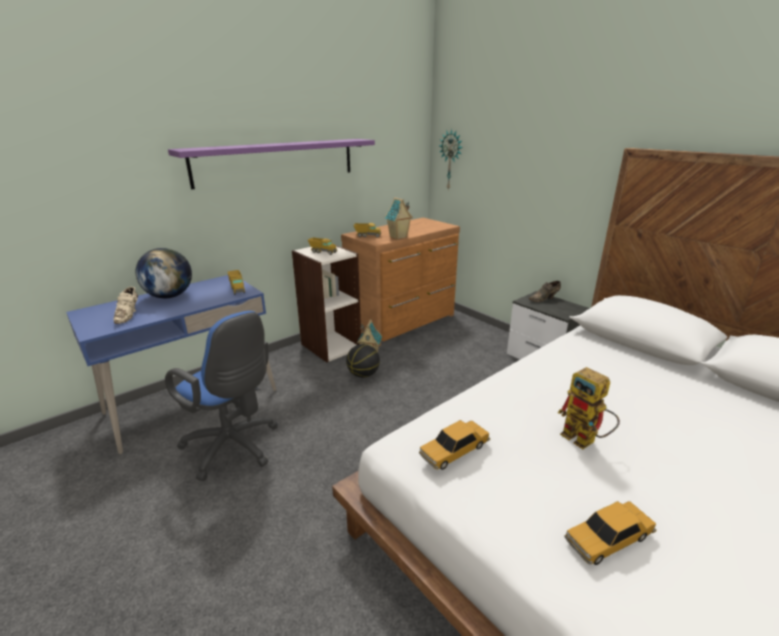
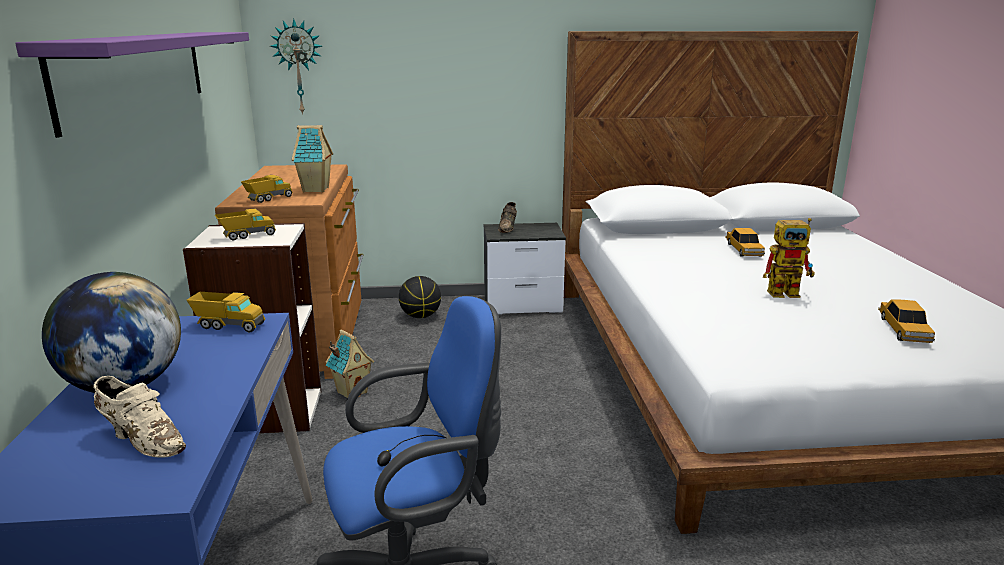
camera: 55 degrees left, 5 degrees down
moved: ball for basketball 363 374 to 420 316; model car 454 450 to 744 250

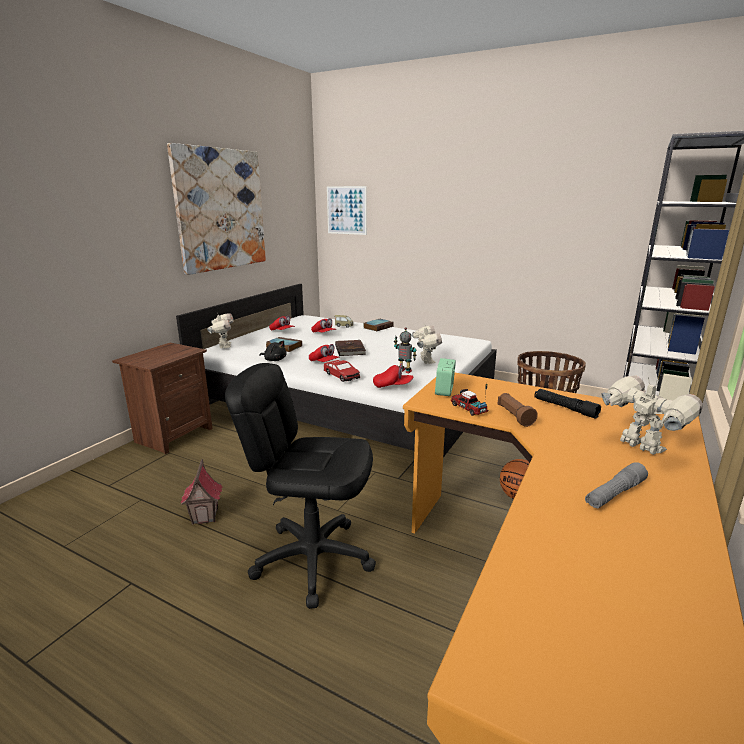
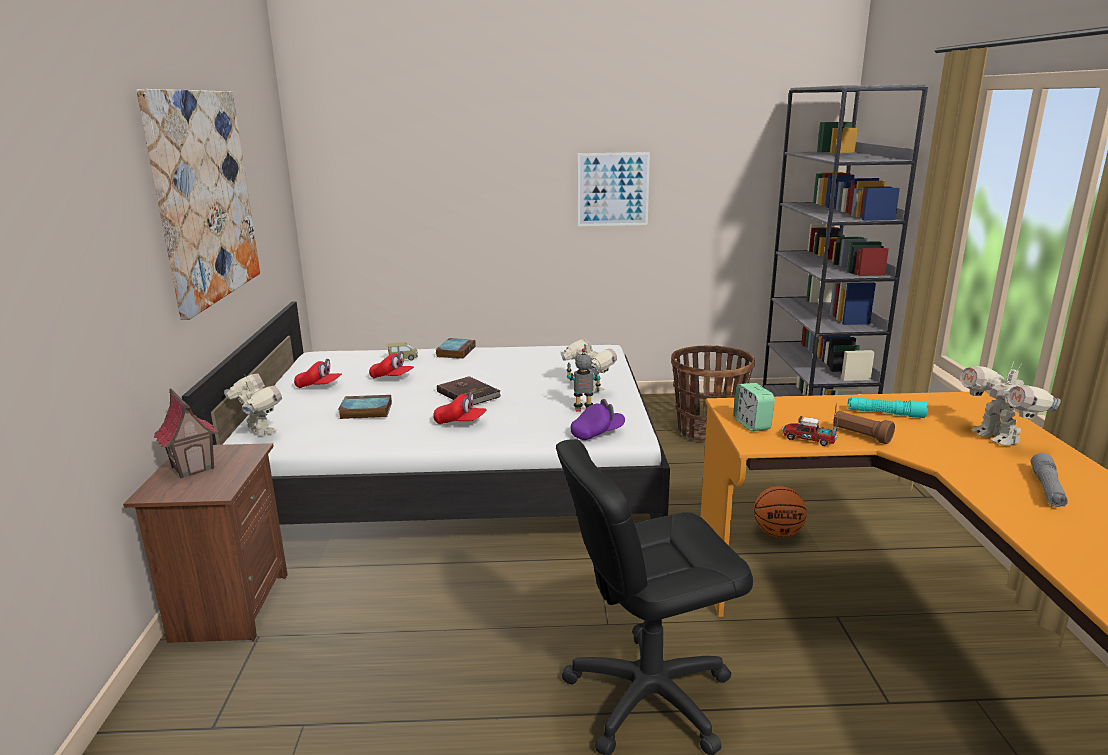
camera: 30 degrees left, 0 degrees up
removed: cuddly toy/blackish 274 360; model car 342 376
moved: model house 205 516 to 193 467; picture 346 210 to 613 189
recoloured: peaked cap/red-coloured 392 386 to peaked cap/purple-coloured 597 433; torch/blackish 565 408 to torch/turquoise-coloured 885 414
turned: model robot 640 447 = 997 438 135 degrees counterclockwise

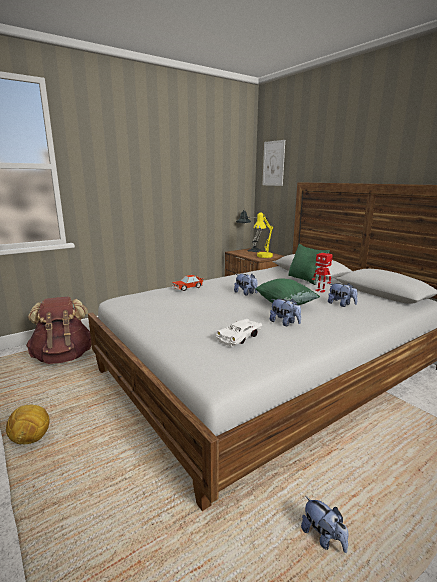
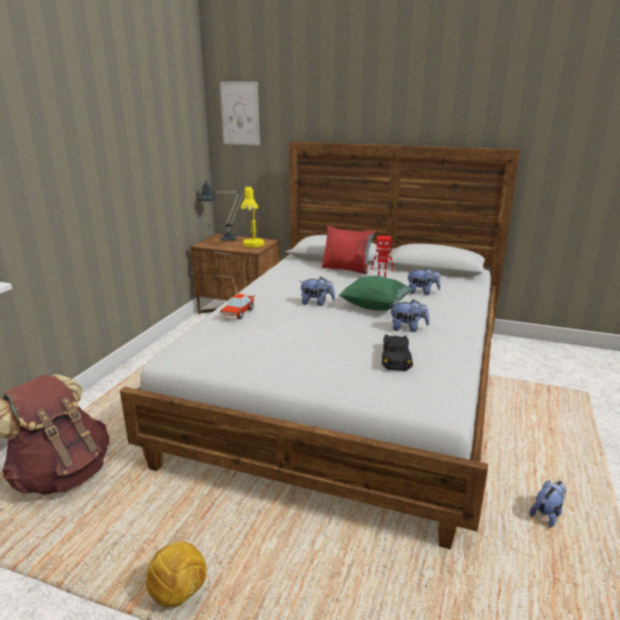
camera: 35 degrees left, 5 degrees up
recoloured: model car/white-coloured 240 337 to model car/blackish 396 358; throw pillow/greenish 305 279 to throw pillow/red-coloured 347 269
turned: cuddly toy 323 537 = 547 514 60 degrees counterclockwise

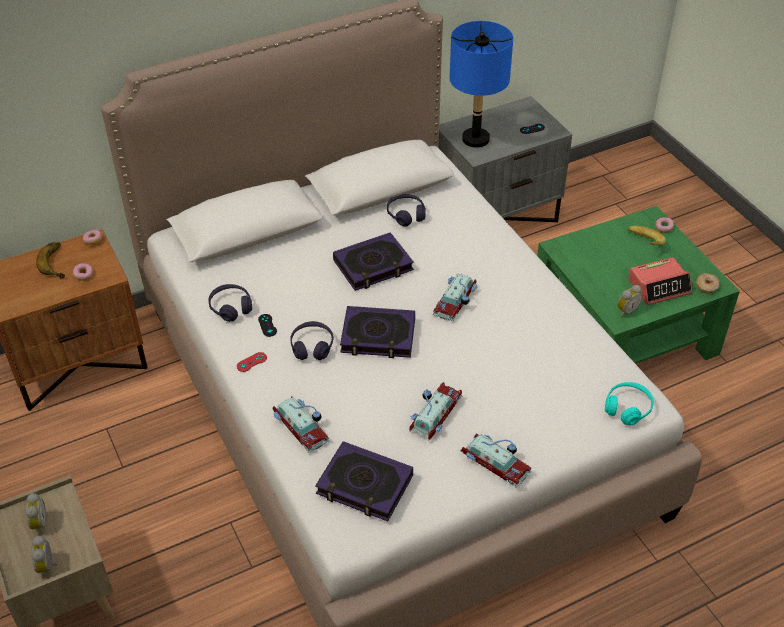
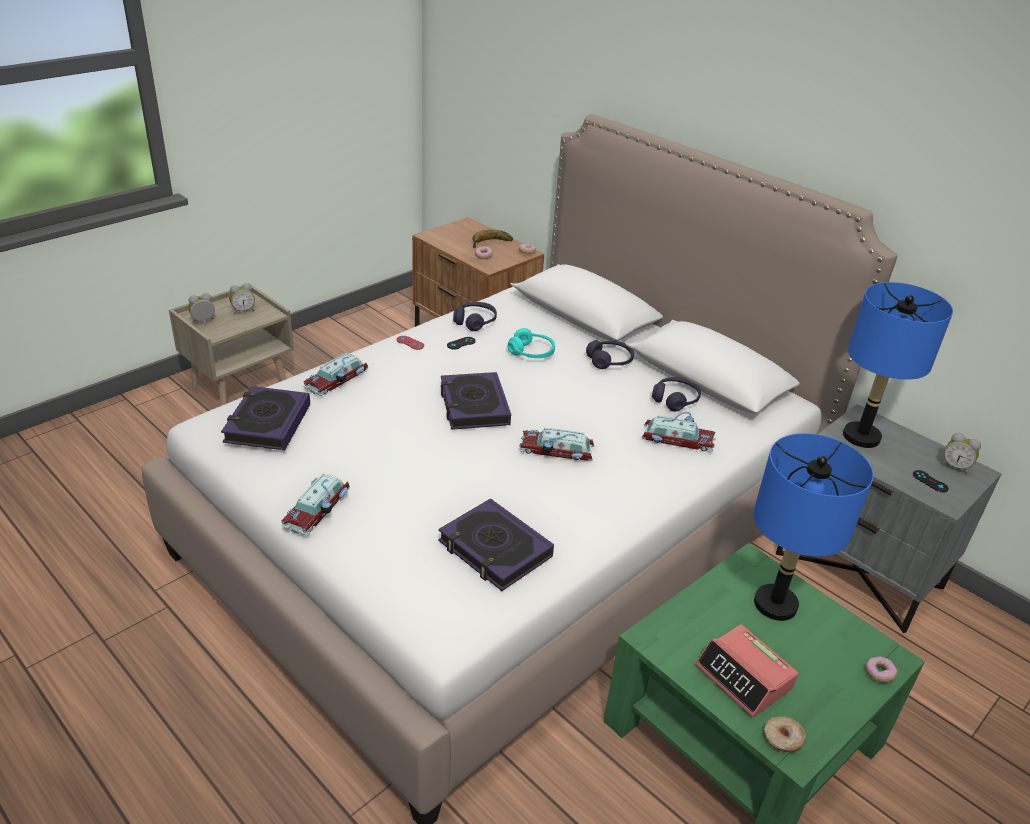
camera: 70 degrees right, 10 degrees down
removed: banana 643 245
added: lamp for a table/blue-coloured 775 604
moved: headset/purple-coloured 312 346 to 609 361; book 373 266 to 494 550; model car 434 414 to 677 438; headset/turquoise-coloured 627 408 to 531 352; alarm clock 626 311 to 955 467

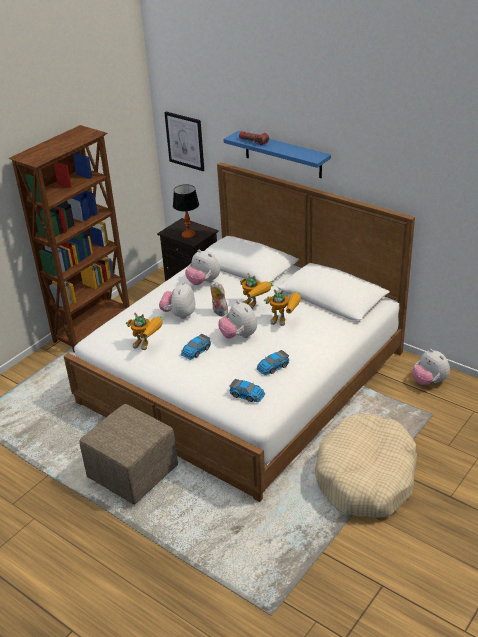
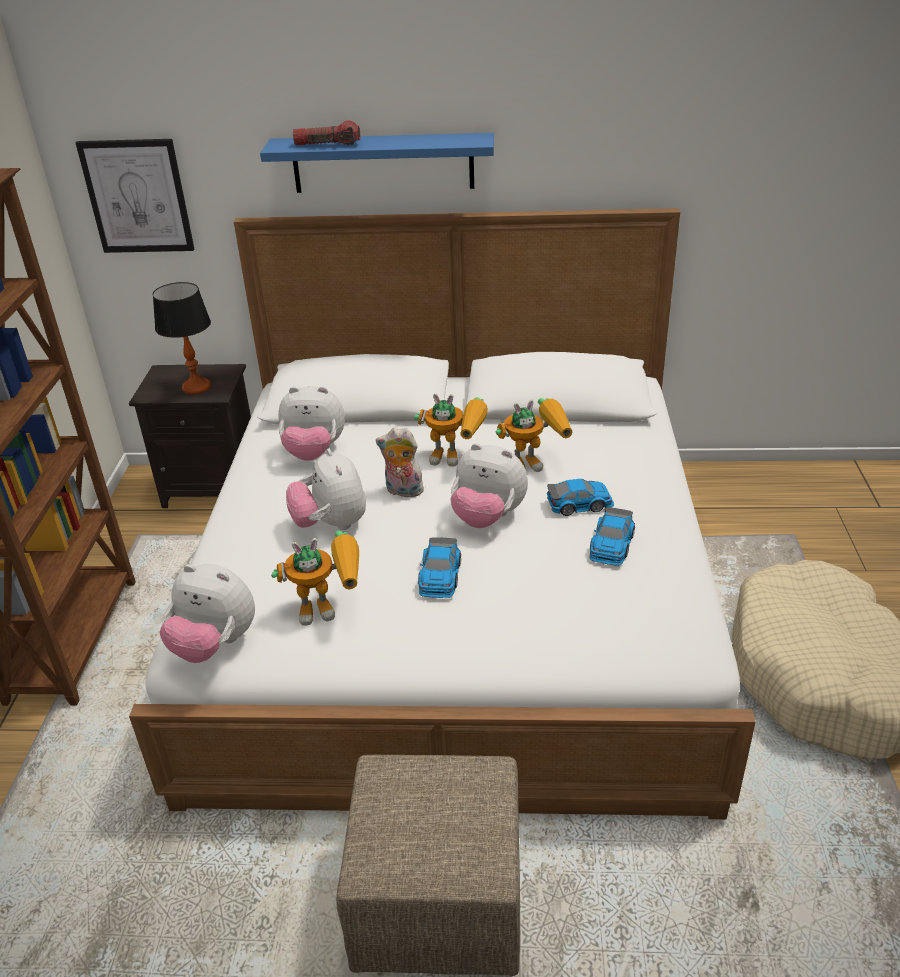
camera: 35 degrees left, 0 degrees up
moved: model car 247 394 to 580 504; cuddly toy 429 381 to 214 645

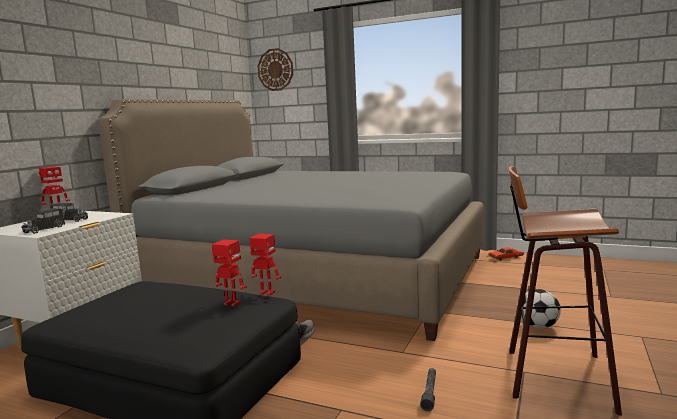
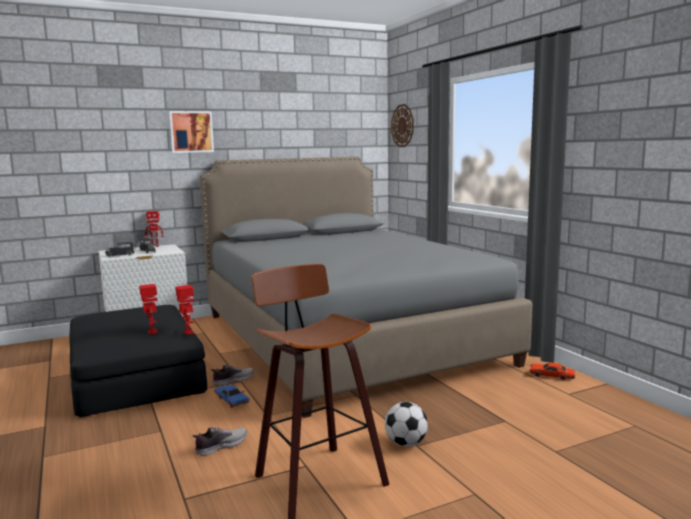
camera: 40 degrees right, 0 degrees up
added: picture 191 132; model car/blue-coloured 231 400
replaced: torch/gray 429 392 to low shoe 220 446

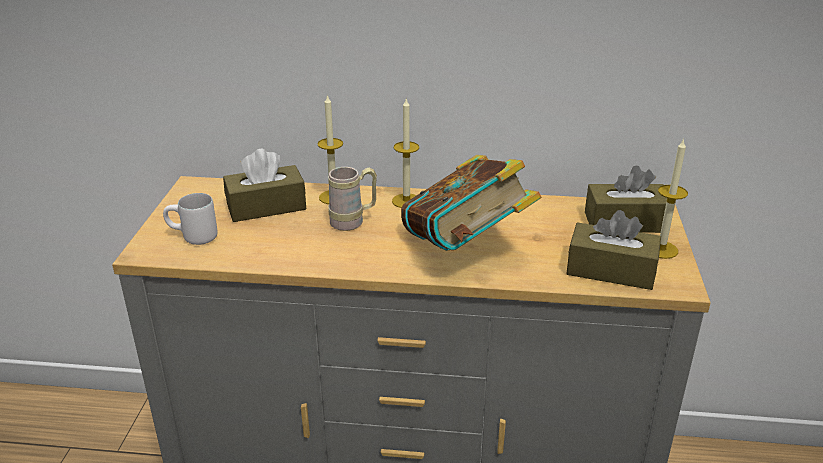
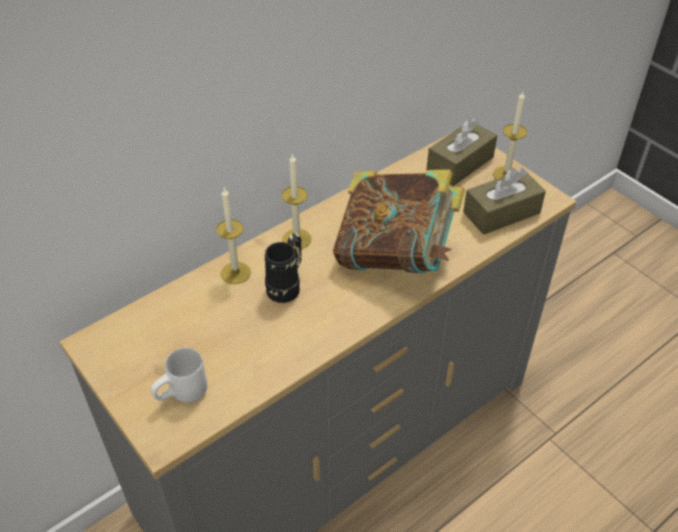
camera: 45 degrees left, 15 degrees up
removed: box of tissues/brownish 266 207
recoloured: mug/sand-coloured 353 222 to mug/blackish 287 286

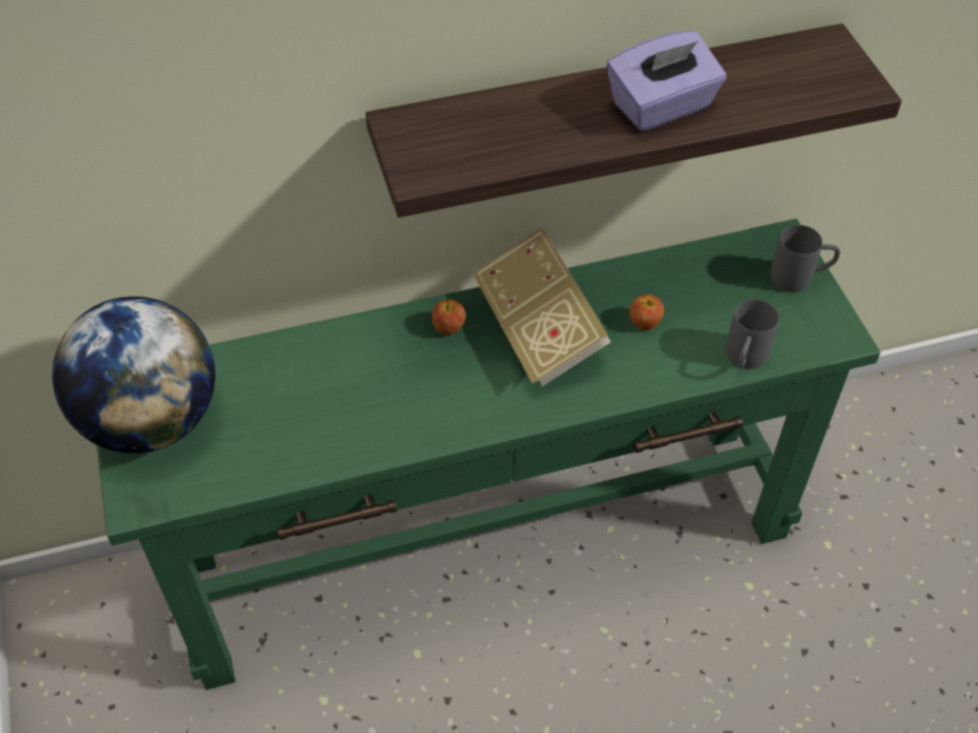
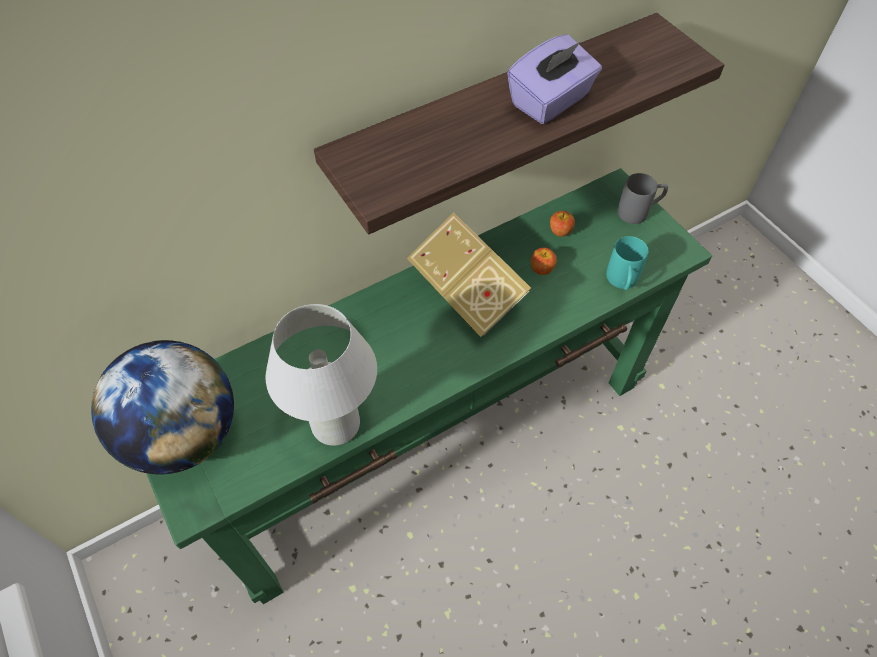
camera: 15 degrees left, 5 degrees up
added: lamp for a table/white-coloured 336 424
moved: whole apple 449 327 to 560 231
recoloured: mug/gray 744 360 to mug/turquoise-coloured 622 282

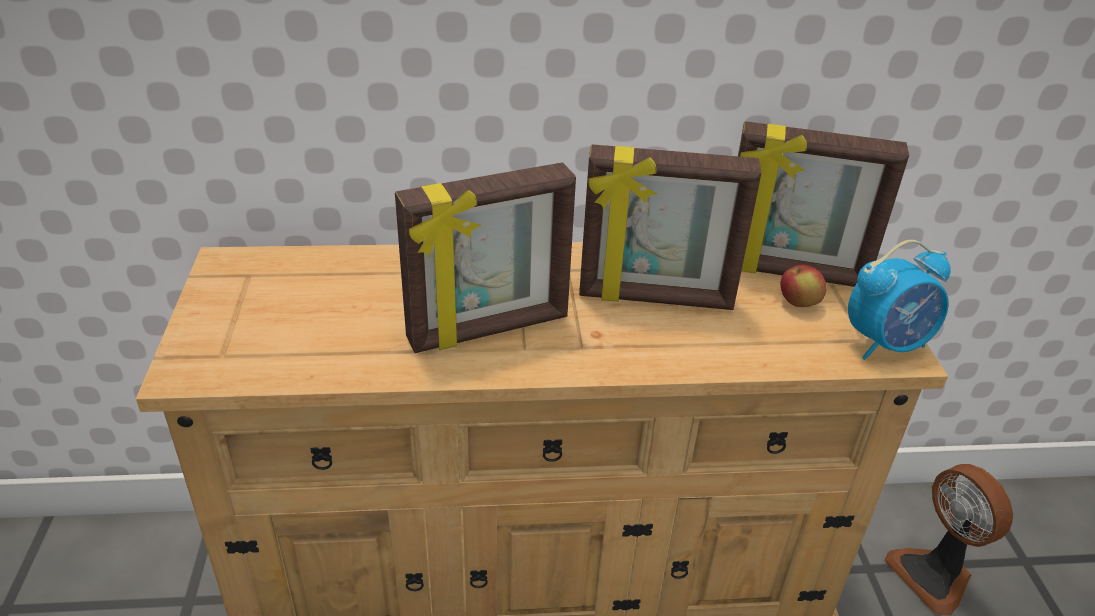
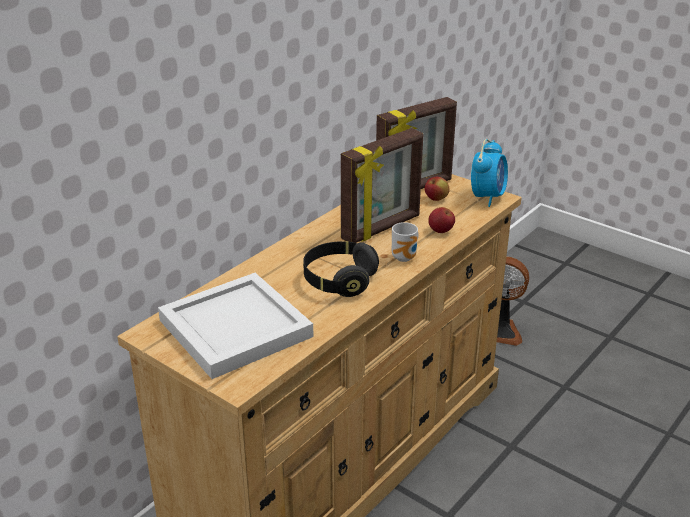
camera: 45 degrees left, 5 degrees down
added: carrying tray/white-coloured 238 329; mug 406 258; whole apple 441 231
replaced: standing frame 489 330 to headset/blackish 339 280

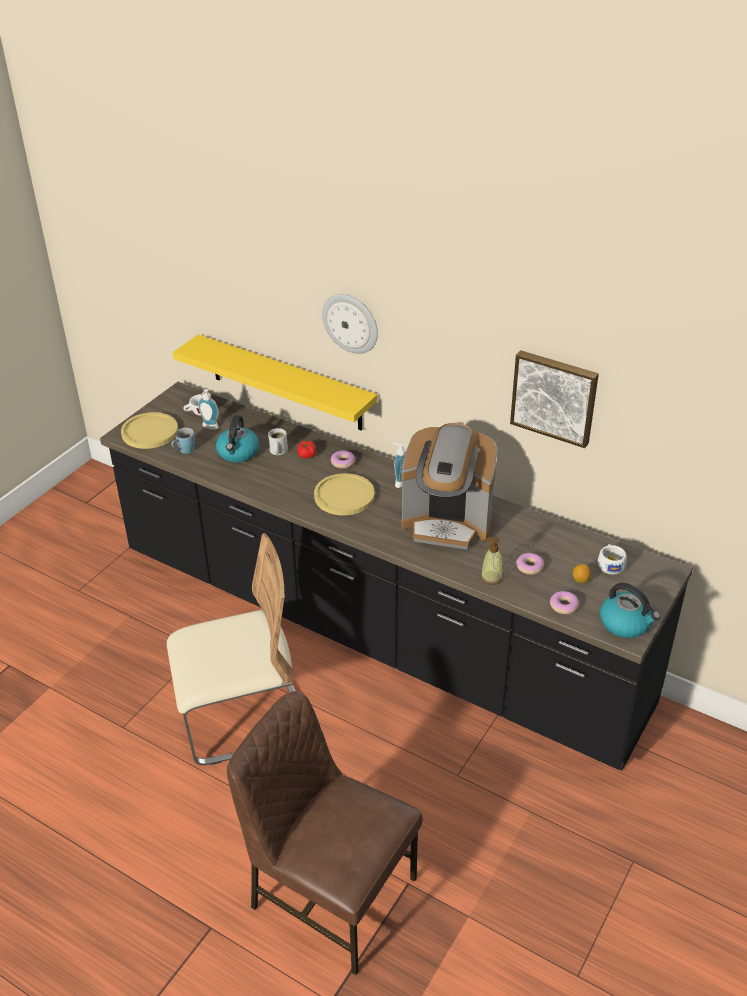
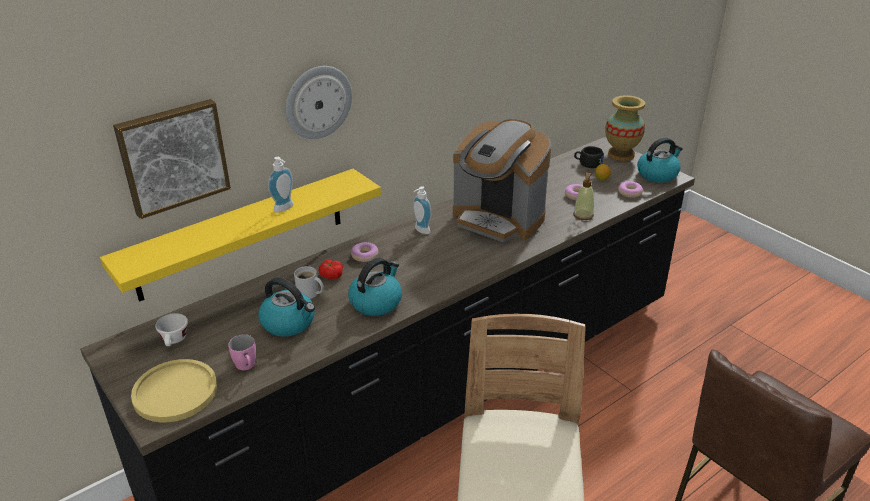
camera: 70 degrees left, 5 degrees down
removed: dinner plate/yellow 344 496
added: tea kettle 376 302; flower vase 621 154
moved: soap bottle 209 427 to 285 208; picture 554 397 to 173 156
recoloured: mug/blue-coloured 184 451 to mug/pinkish 247 367; drinking cup/white-coloured 610 564 to drinking cup/blackish 587 163
turned: coffee machine 447 523 = 498 219 90 degrees clockwise

